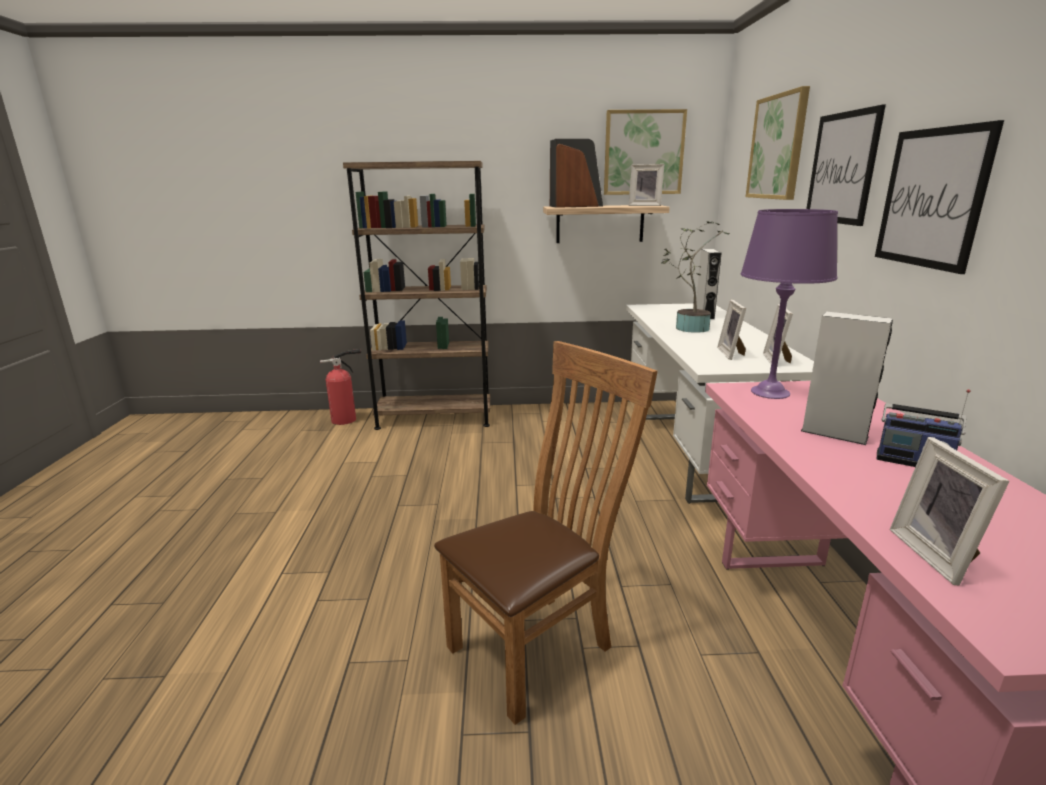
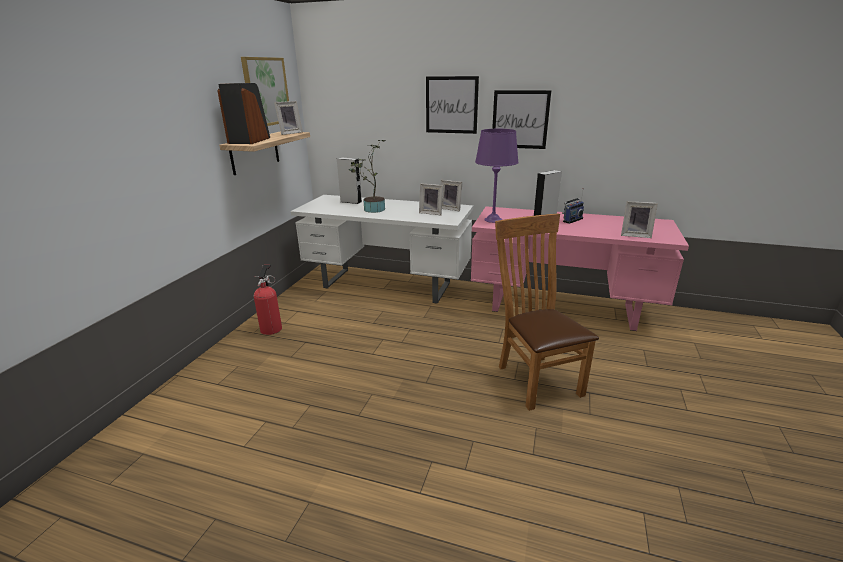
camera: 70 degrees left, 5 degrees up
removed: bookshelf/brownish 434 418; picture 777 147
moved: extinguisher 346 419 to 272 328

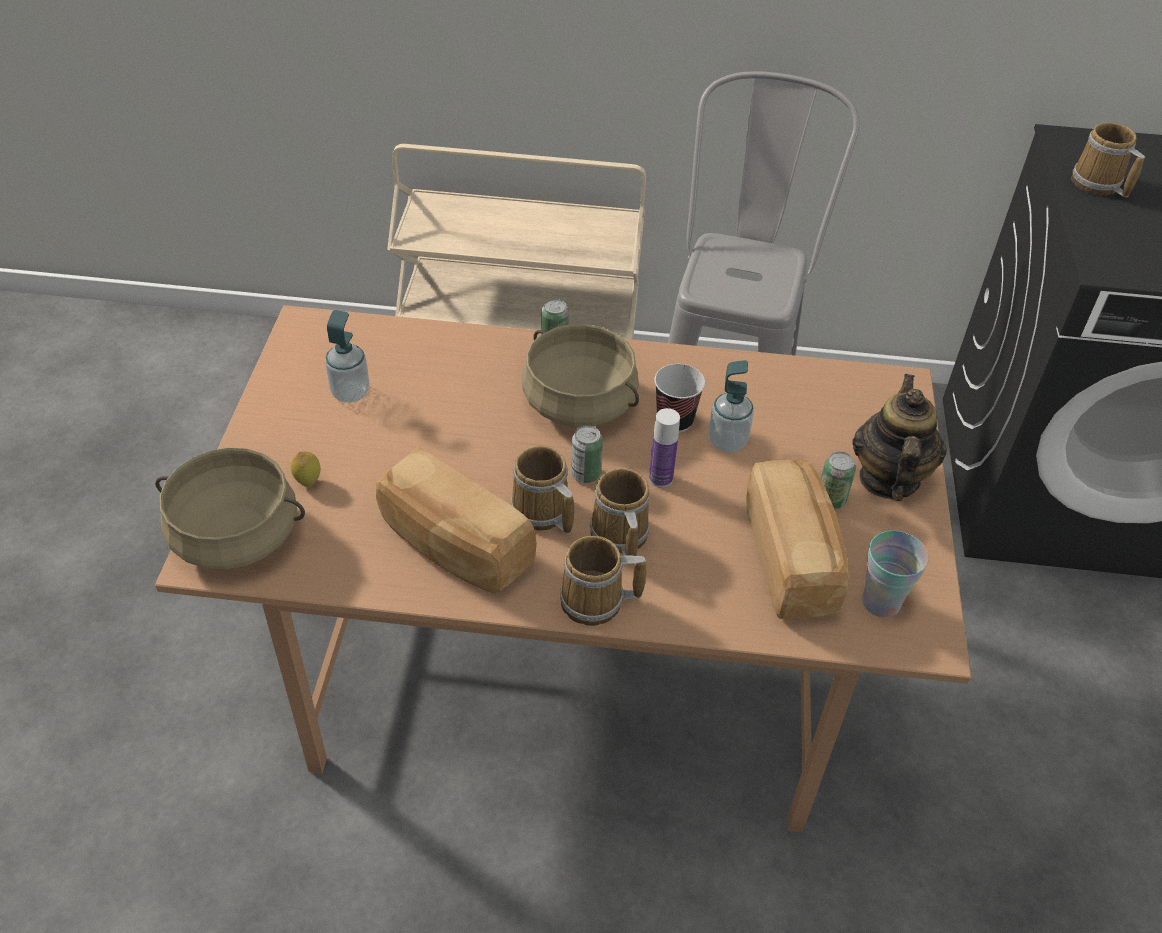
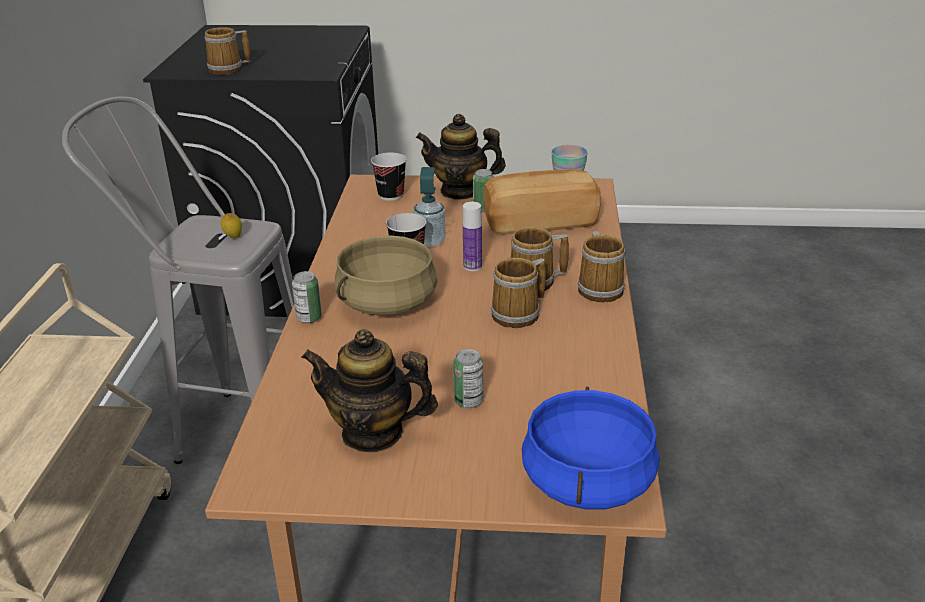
camera: 90 degrees left, 15 degrees down
removed: bread 454 545
added: drinking cup 391 195
moved: lemon 308 481 to 233 237; metal can 585 474 to 468 401
replaced: soap bottle 350 393 to pot for tea 372 433
recoloured: saucepot/sand-coloured 236 535 to saucepot/blue-coloured 586 481

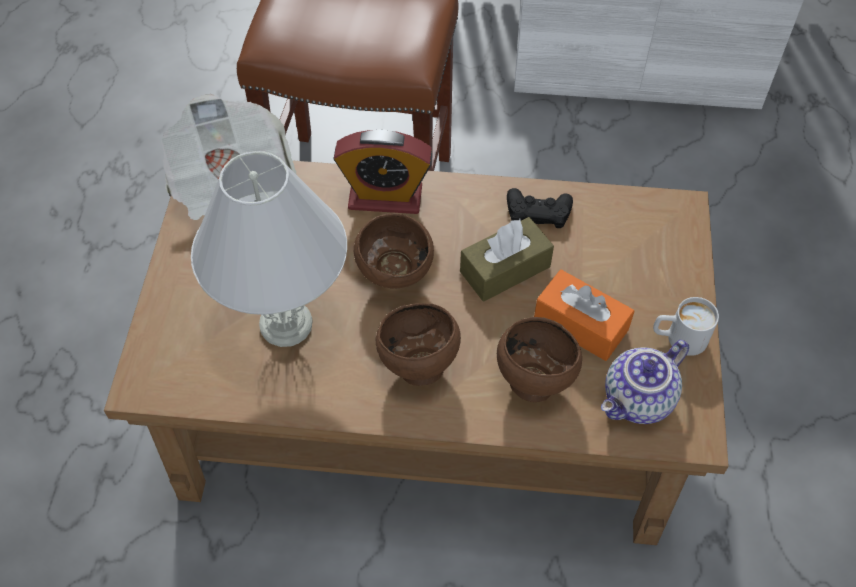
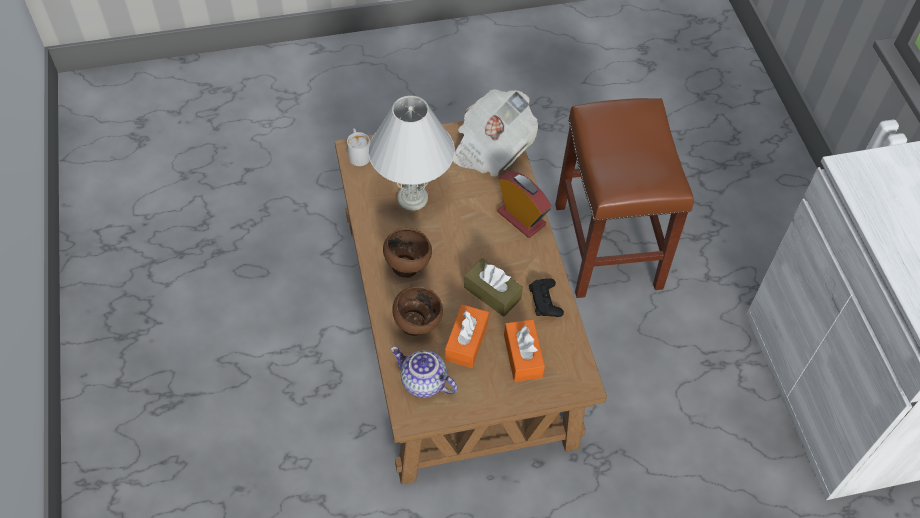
camera: 70 degrees right, 0 degrees up
removed: deep dish/brownish 396 277
added: box of tissues/orange 523 356
moved: mug/white-coloured 678 338 to 358 153
turned: alarm clock 385 197 = 521 218 150 degrees clockwise

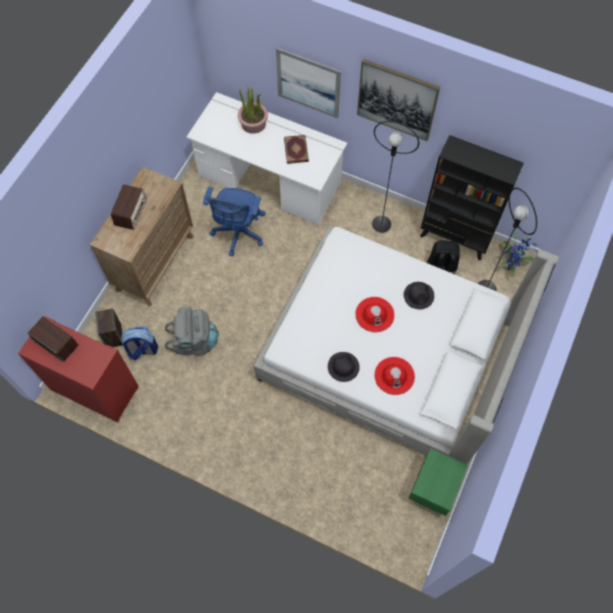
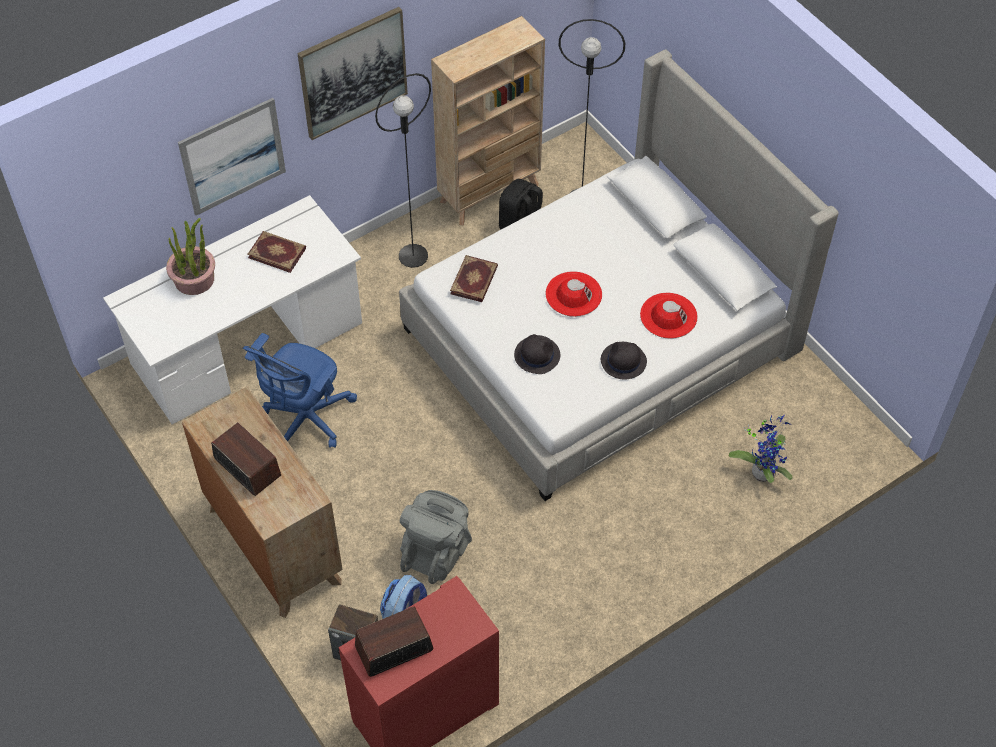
camera: 60 degrees left, 10 degrees down
removed: nightstand/greenish 431 490
added: book 475 280
moved: hat/blackish 419 295 to 537 355; potted plant 511 265 to 762 471
recoloured: bookshelf/blackish 455 238 to bookshelf/sand-coloured 490 193
turned: computer chair/blue-coloured 238 233 = 305 420 75 degrees clockwise

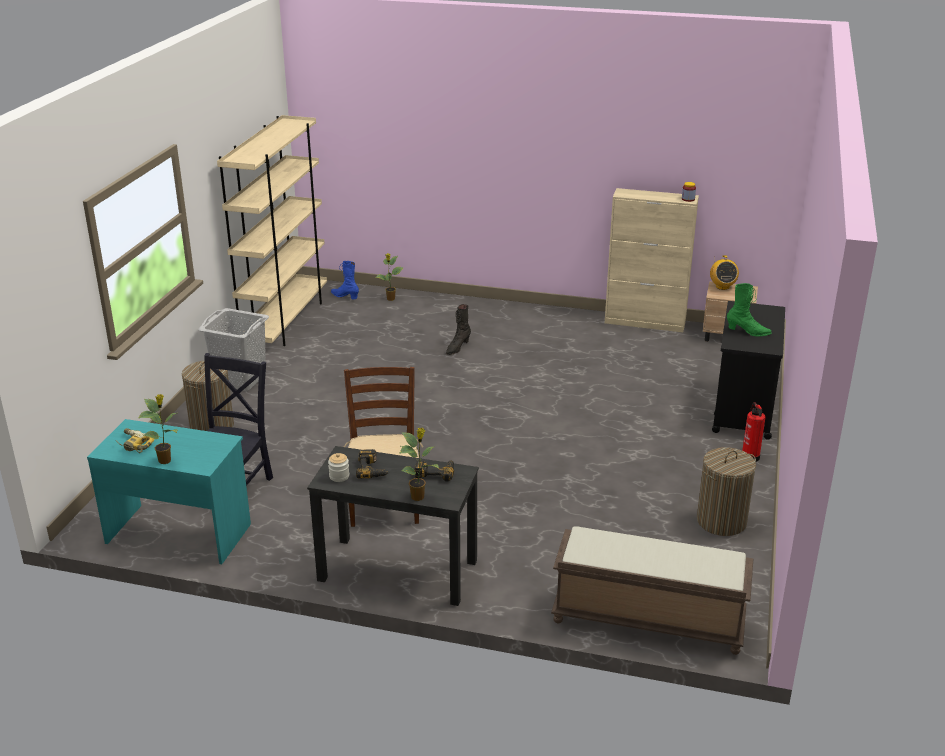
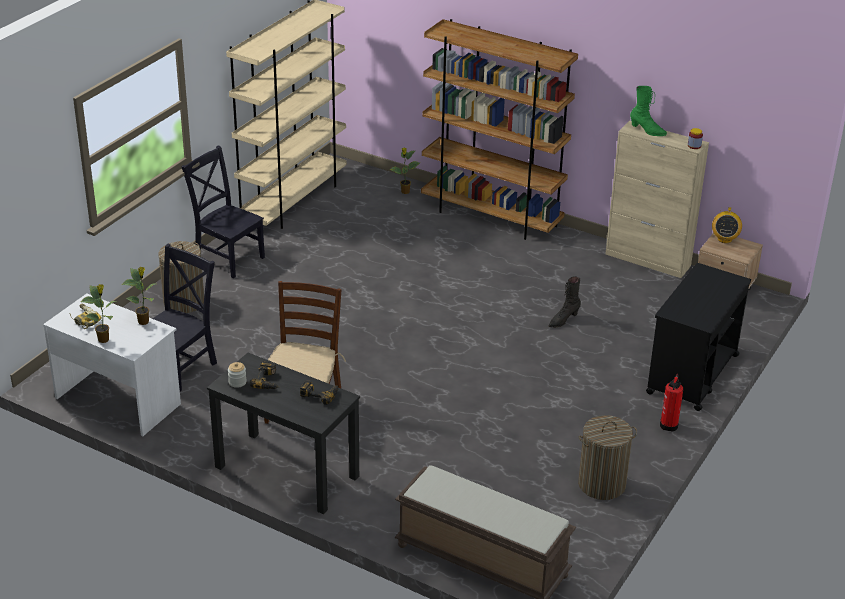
camera: 15 degrees right, 5 degrees up
removed: boot/blue-coloured 345 296
added: bookshelf/brownish 491 217
moved: potted plant 418 497 to 144 322; boot/blackish 457 348 to 563 320; boot/greenish 748 332 to 647 131
replaced: laundry basket/gray 240 379 to chair/blackish 227 258
recoloured: desk/turquoise-coloured 179 532 to desk/white-coloured 118 400

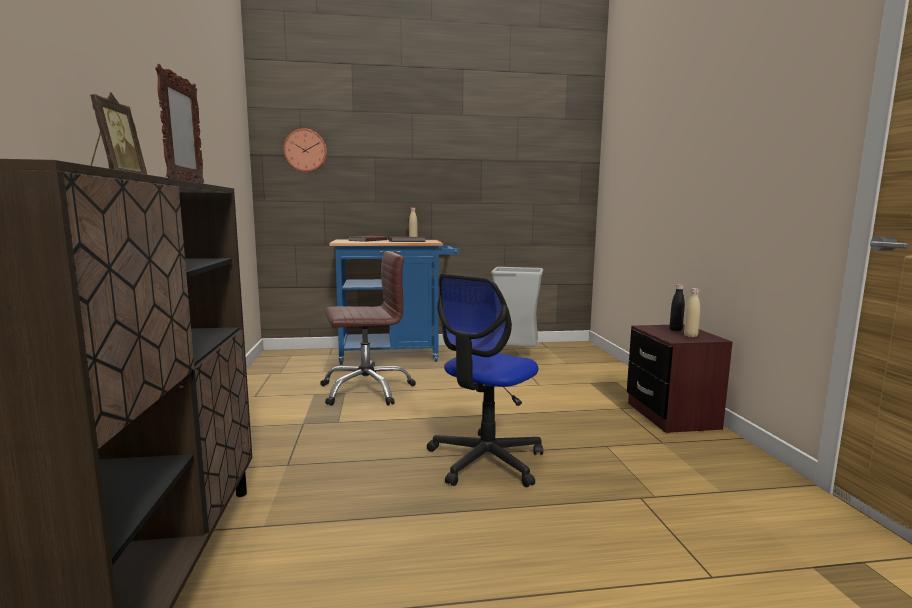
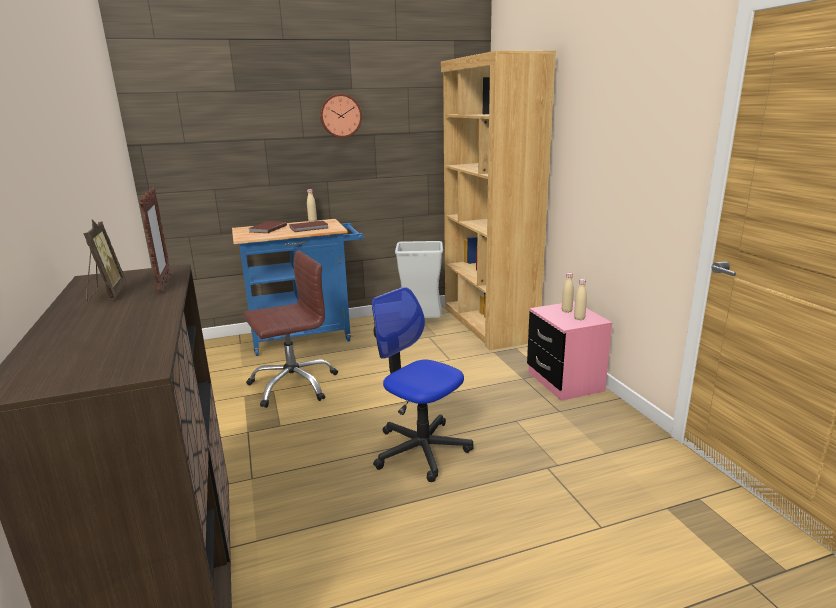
camera: 10 degrees left, 10 degrees up
added: bookshelf/brownish 487 324
moved: hanging clock 305 150 to 340 116
recoloured: nightstand/brownish 671 416 to nightstand/pinkish 564 382; drink bottle/blackish 675 330 to drink bottle/sand-coloured 566 311
turned: computer chair 485 460 = 421 449 105 degrees clockwise

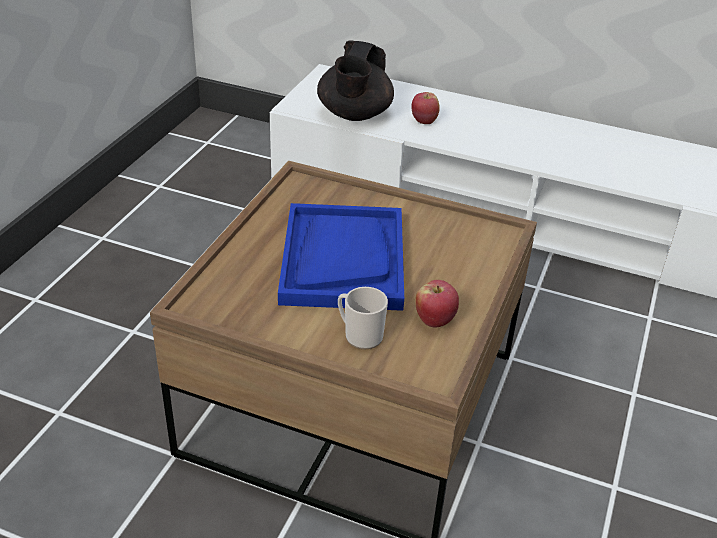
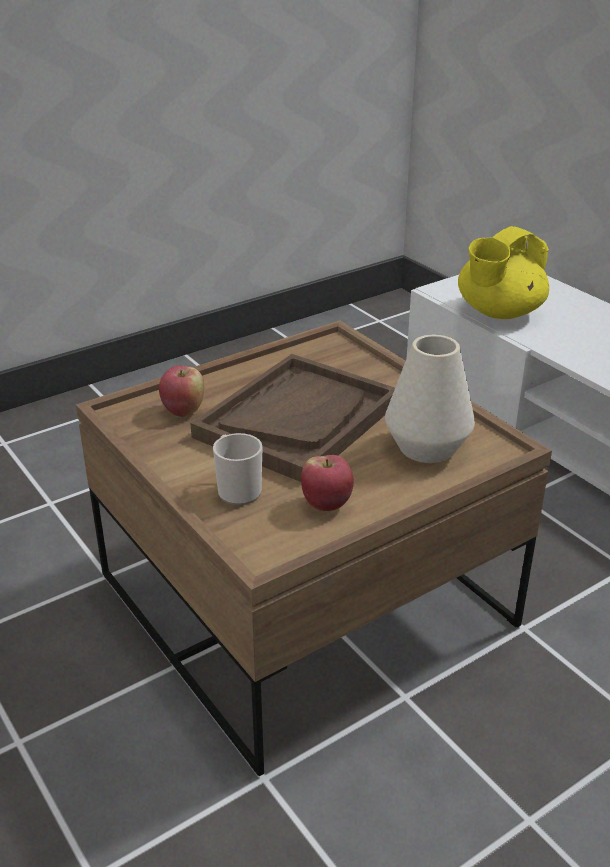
camera: 35 degrees right, 5 degrees down
added: flower vase/white-coloured 427 448
moved: whole apple 424 121 to 183 410
recoloured: carrying tray/blue-coloured 342 259 to carrying tray/brownish 298 419; pot for tea/blackish 354 115 to pot for tea/yellow 498 312

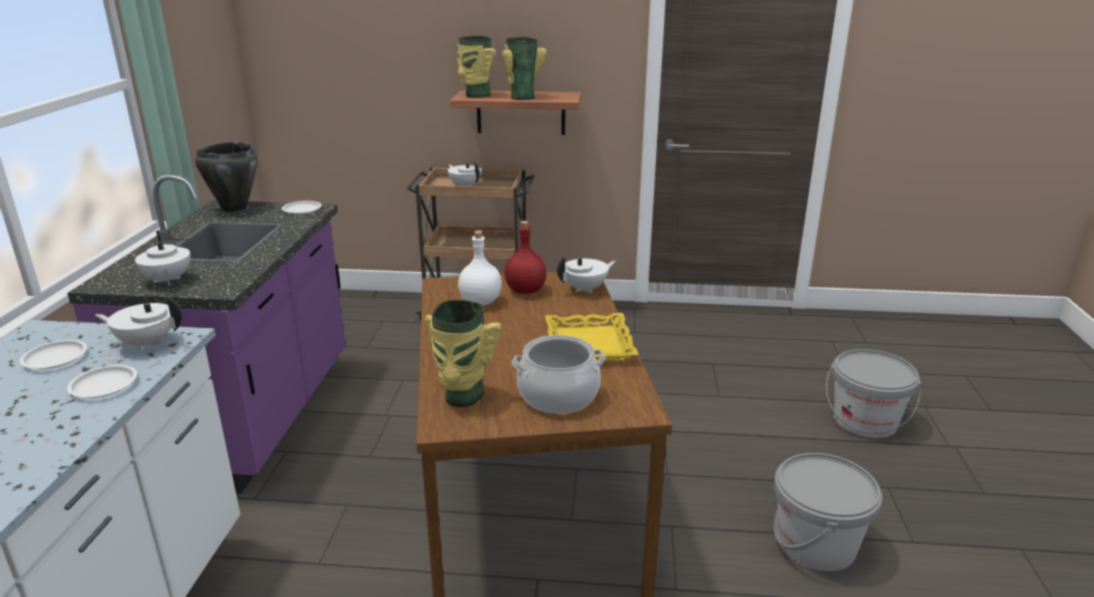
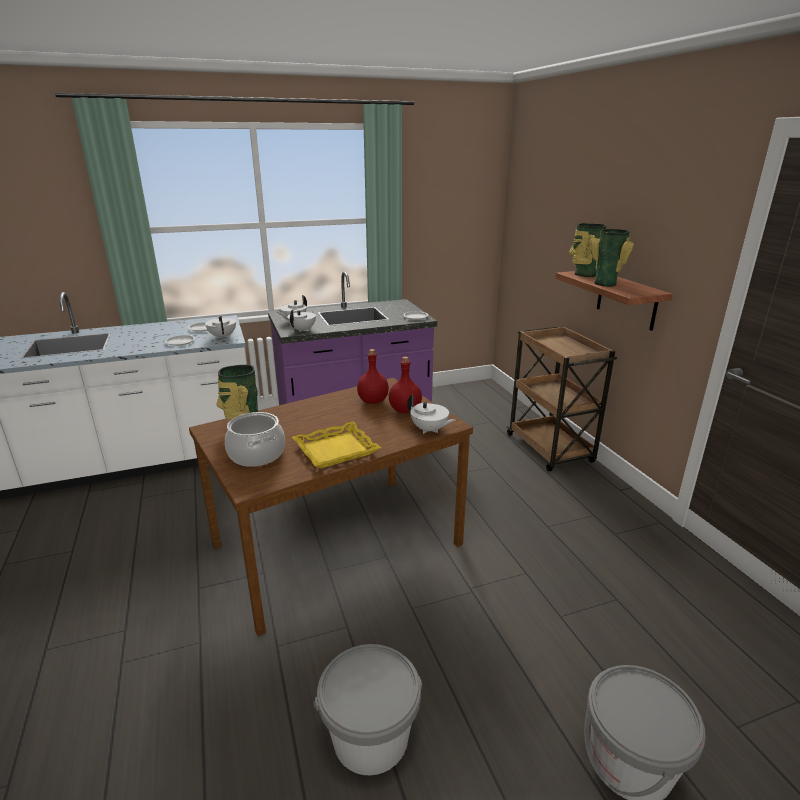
camera: 65 degrees right, 0 degrees up
removed: saucepot/blackish 234 208
moved: pot for tea/white-coloured 465 186 to 303 330
recoloured: drink bottle/white-coloured 481 302 to drink bottle/red-coloured 373 401

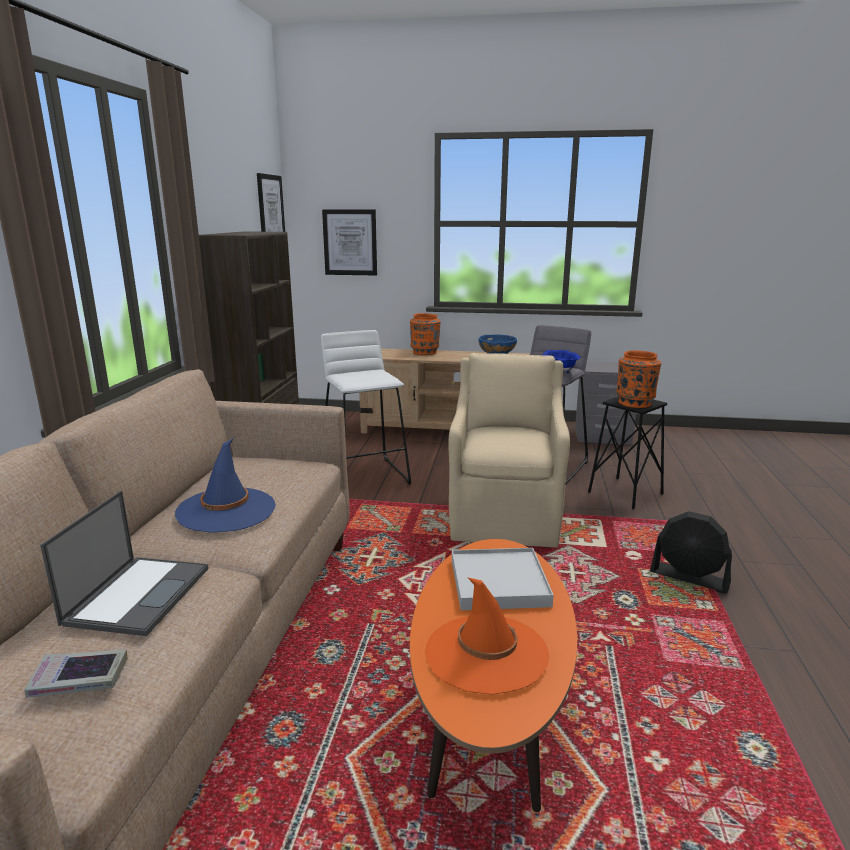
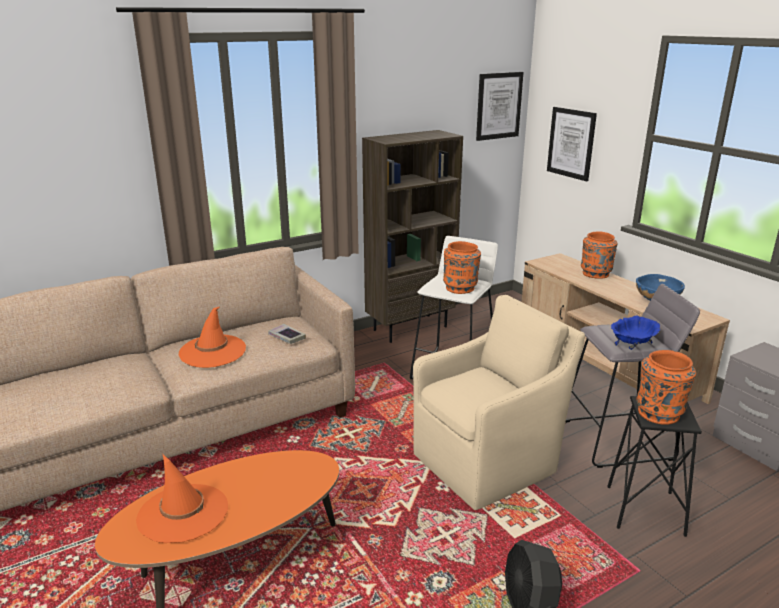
camera: 50 degrees right, 5 degrees up
removed: portable computer 139 594; carrying tray/white-coloured 499 582
added: flower vase/orange 460 288
moved: book 79 679 to 287 337
recoloured: hat/blue-coloured 226 510 to hat/orange 212 351

